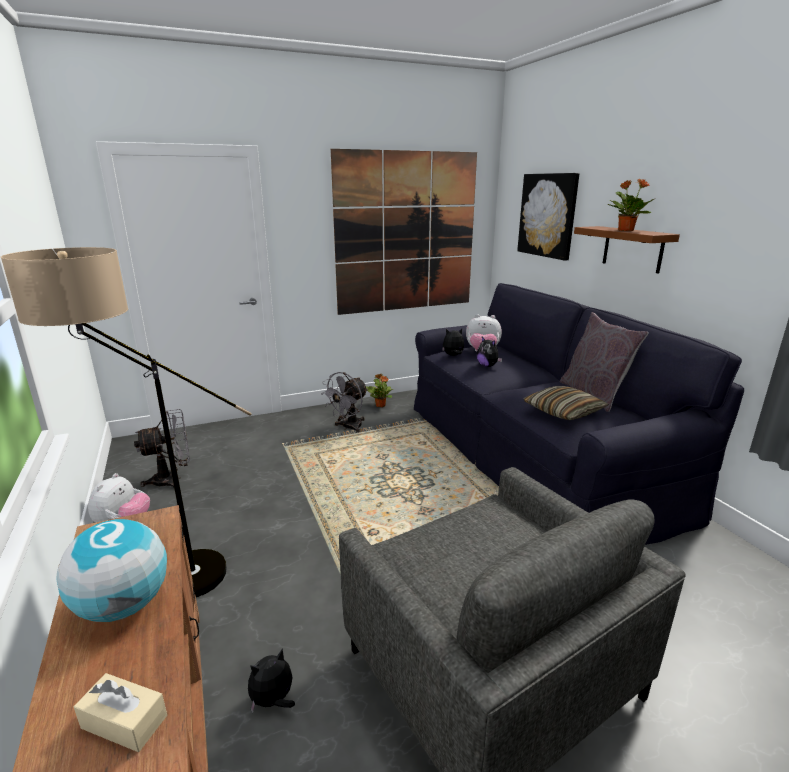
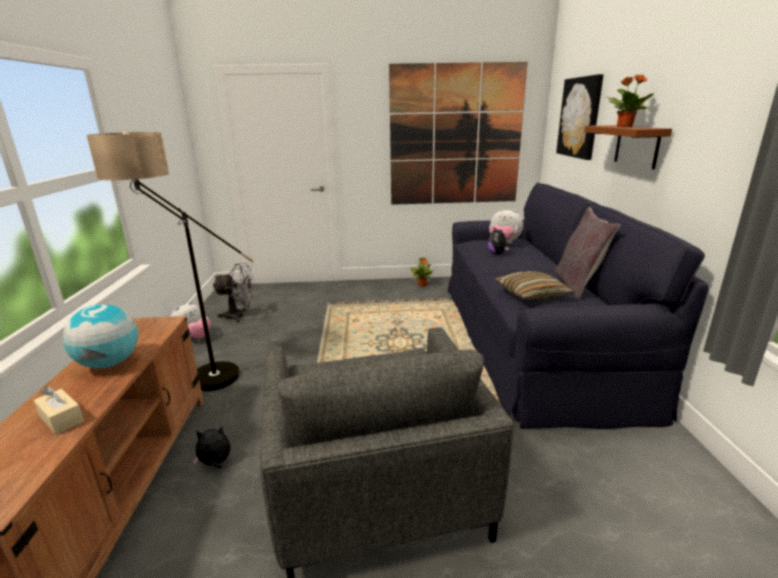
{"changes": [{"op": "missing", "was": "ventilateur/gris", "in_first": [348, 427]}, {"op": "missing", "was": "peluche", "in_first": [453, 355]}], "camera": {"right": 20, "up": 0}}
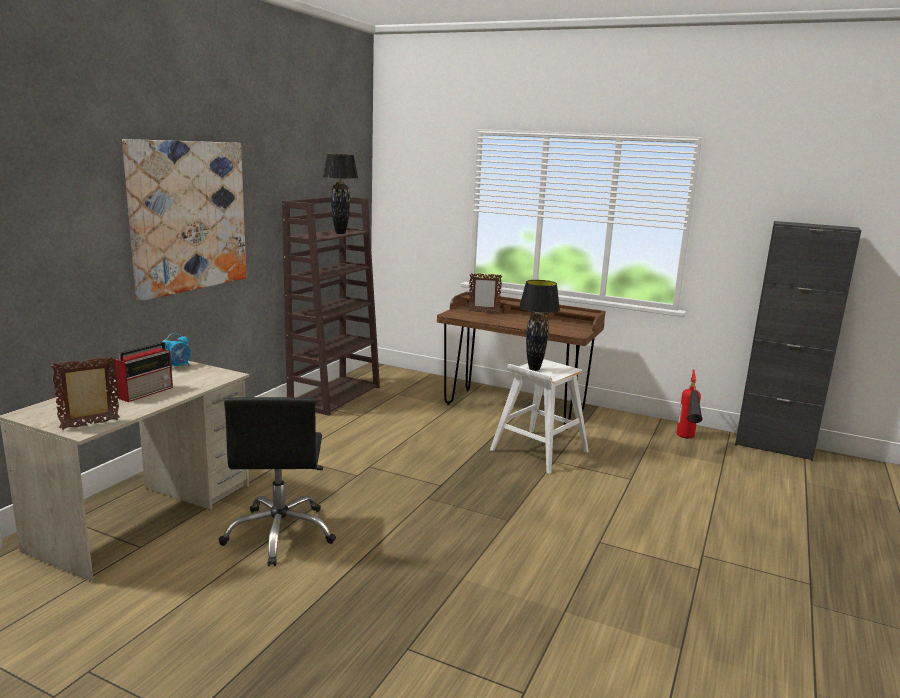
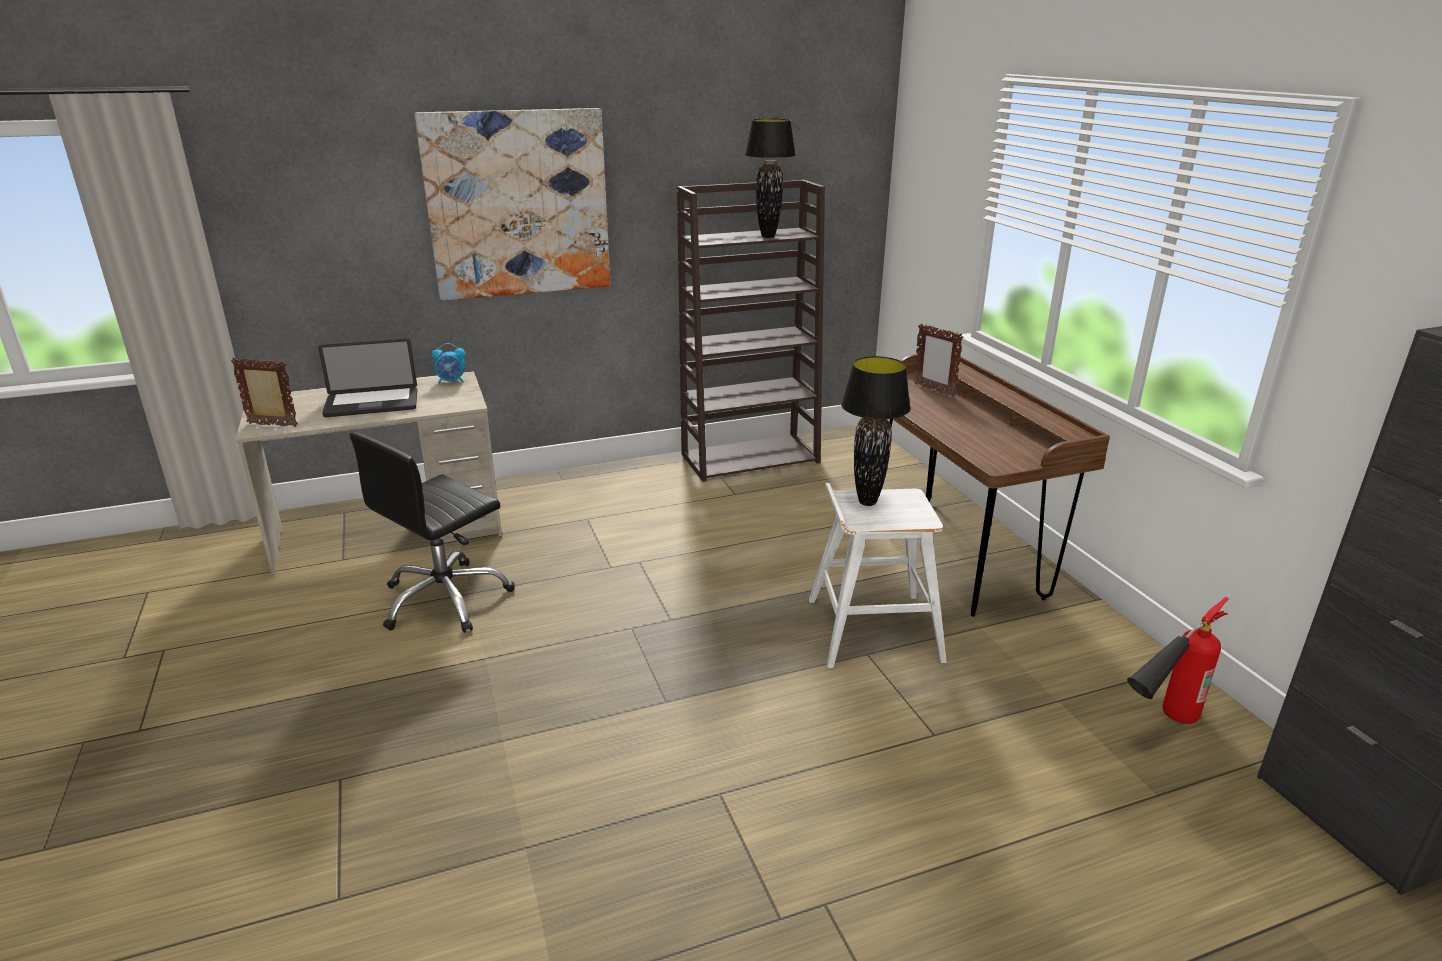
{"changes": [{"op": "exchanged", "was": "radio", "now": "ordinateur portable", "in_first": [147, 392], "in_second": [372, 404]}], "camera": {"right": 45, "up": 10}}
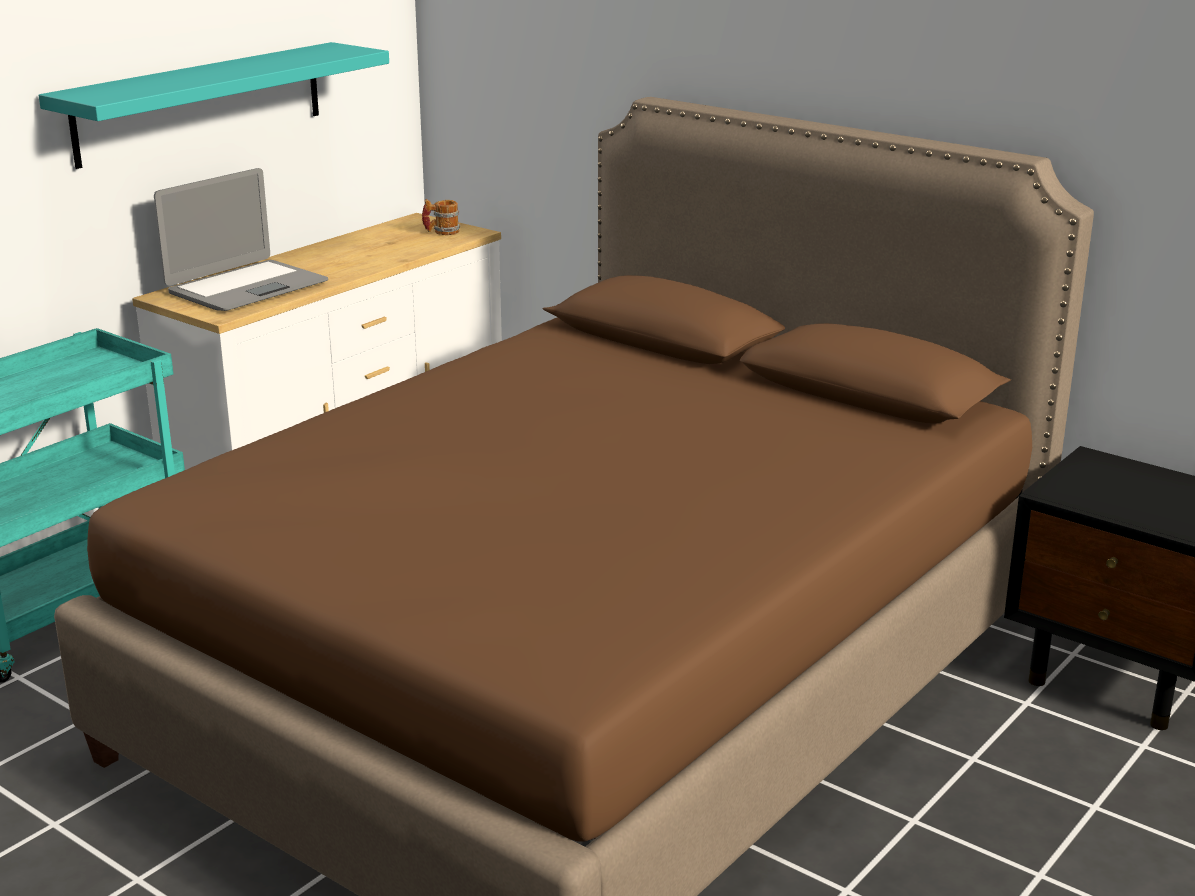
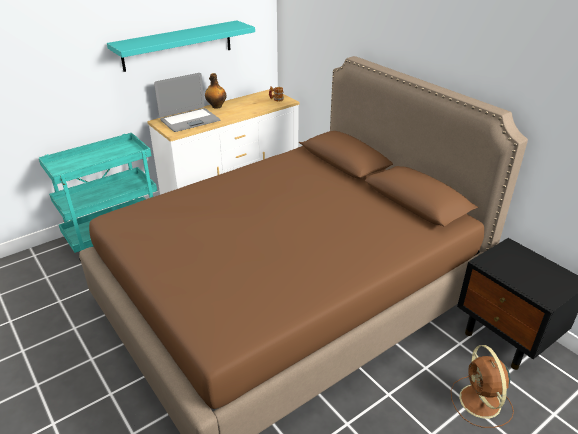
{"changes": [{"op": "appeared", "now": "bouteille", "in_second": [216, 106]}, {"op": "appeared", "now": "ventilateur/marron", "in_second": [481, 403]}], "camera": {"right": 15, "up": 10}}
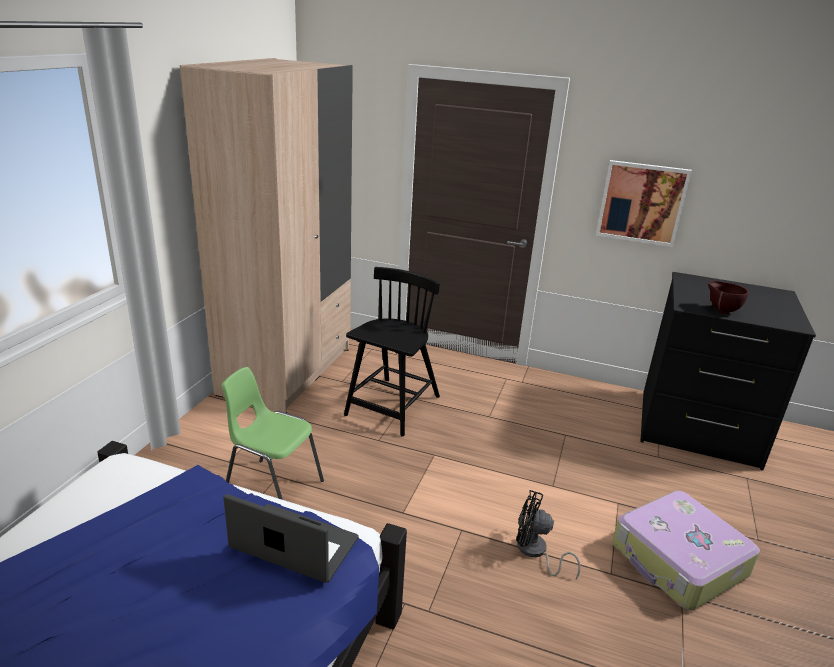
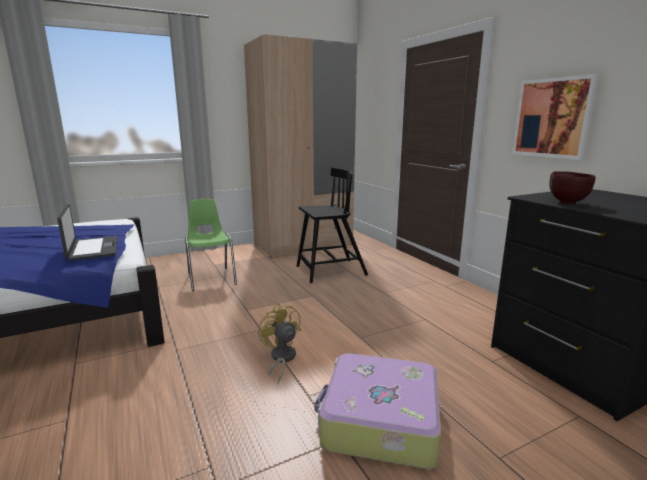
{"changes": [{"op": "colour", "was": "ventilateur/noir", "now": "ventilateur/jaune", "in_first": [535, 552], "in_second": [281, 359]}], "camera": {"right": 45, "up": -10}}
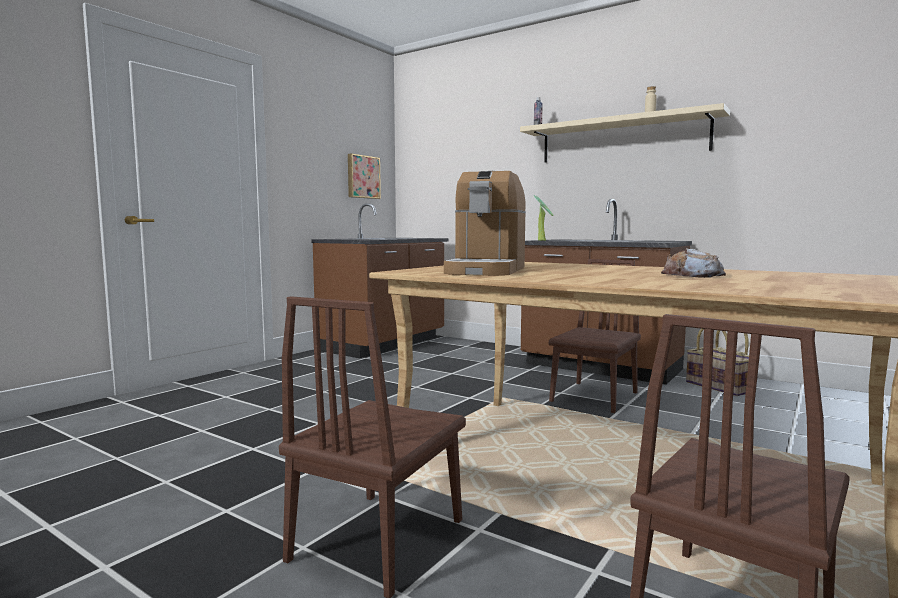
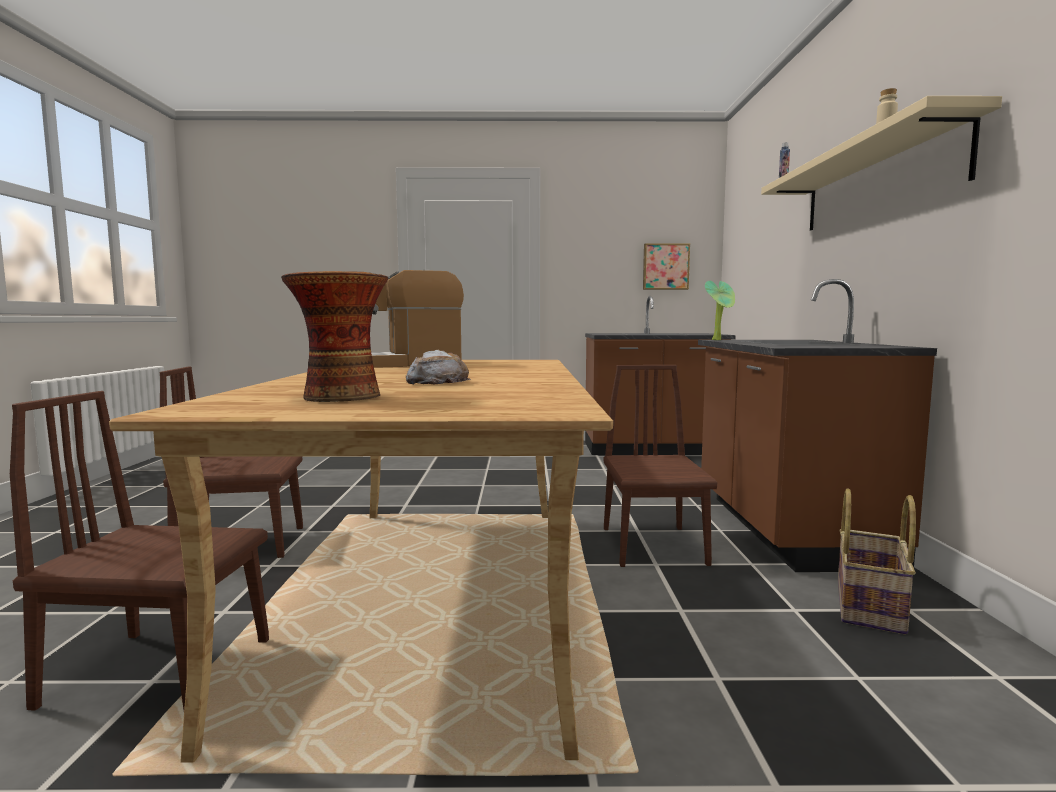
{"changes": [{"op": "appeared", "now": "vase", "in_second": [340, 397]}, {"op": "spun", "was": "chaise/marron", "in_first": [594, 396], "in_second": [653, 546], "clockwise": -90}], "camera": {"right": 55, "up": 0}}
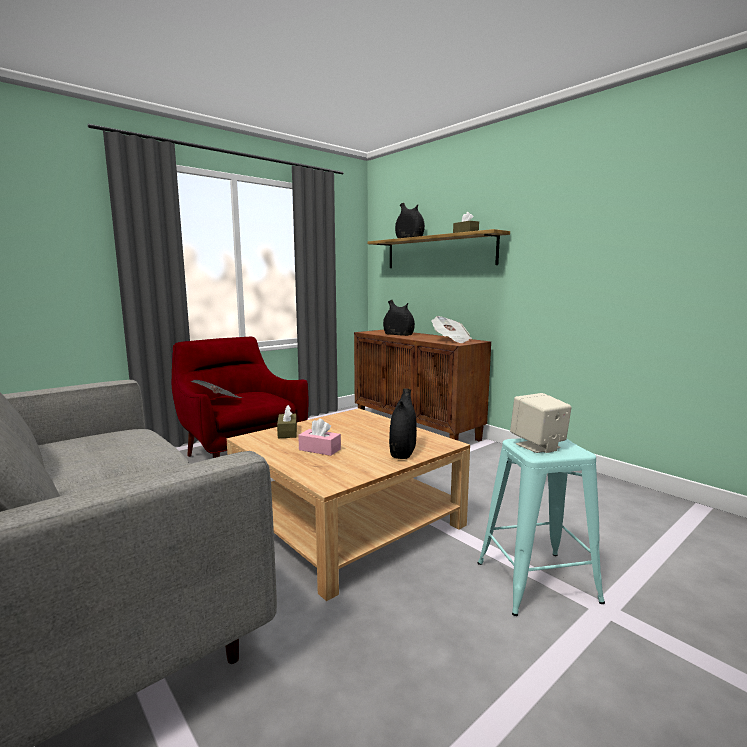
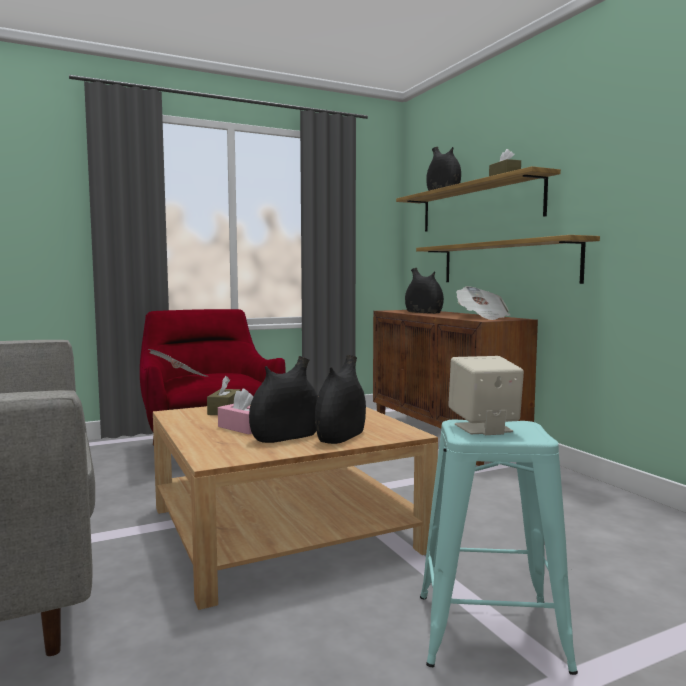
{"changes": [{"op": "appeared", "now": "vase/noir", "in_second": [285, 437]}, {"op": "appeared", "now": "étagère", "in_second": [505, 263]}], "camera": {"right": 15, "up": -5}}
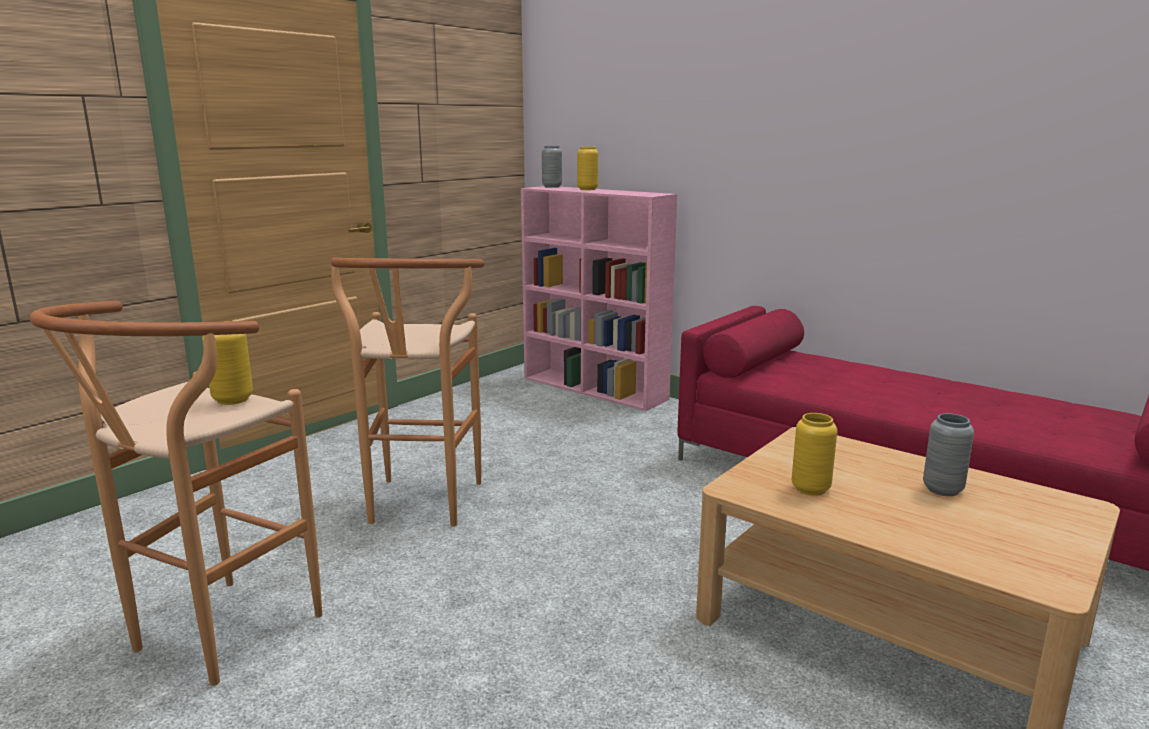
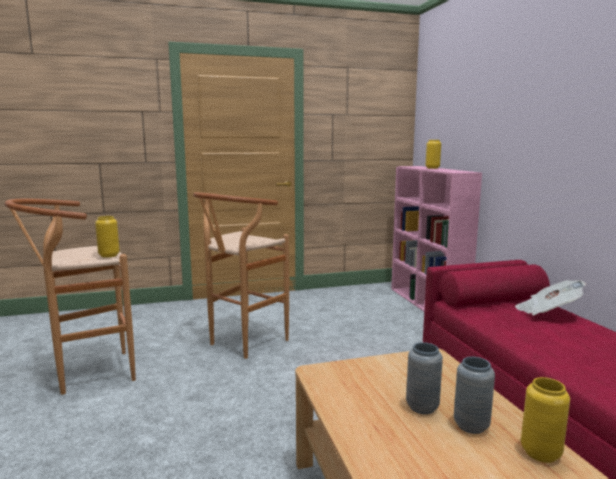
{"changes": [{"op": "appeared", "now": "journal", "in_second": [547, 312]}, {"op": "relocated", "was": "vase/gris", "in_first": [552, 187], "in_second": [422, 407]}, {"op": "relocated", "was": "vase/jaune", "in_first": [810, 489], "in_second": [540, 453]}], "camera": {"right": 35, "up": -5}}
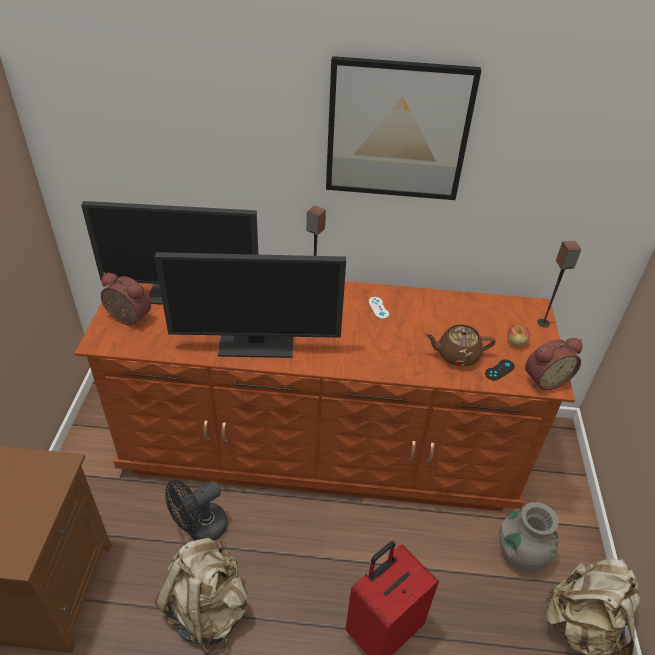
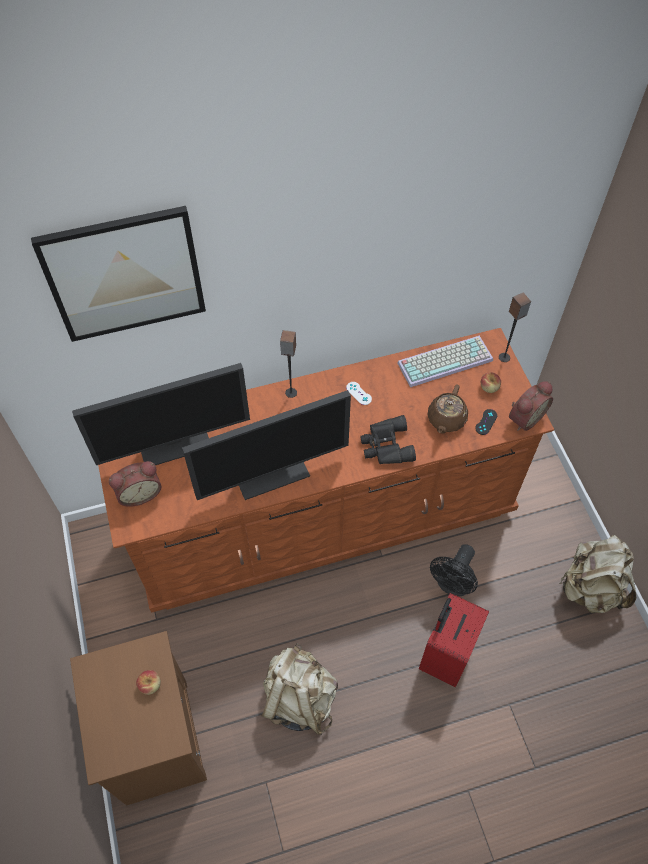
{"changes": [{"op": "missing", "was": "vase/gris", "in_first": [521, 553]}, {"op": "appeared", "now": "pomme", "in_second": [150, 685]}, {"op": "appeared", "now": "jumelles/noir", "in_second": [385, 446]}, {"op": "appeared", "now": "clavier", "in_second": [445, 360]}, {"op": "relocated", "was": "ventilateur/noir", "in_first": [200, 529], "in_second": [452, 585]}, {"op": "relocated", "was": "tableau", "in_first": [397, 131], "in_second": [124, 274]}, {"op": "spun", "was": "réveil", "in_first": [128, 319], "in_second": [139, 492], "clockwise": 150}, {"op": "spun", "was": "théière/marron", "in_first": [457, 355], "in_second": [446, 419], "clockwise": -45}], "camera": {"right": -20, "up": 15}}
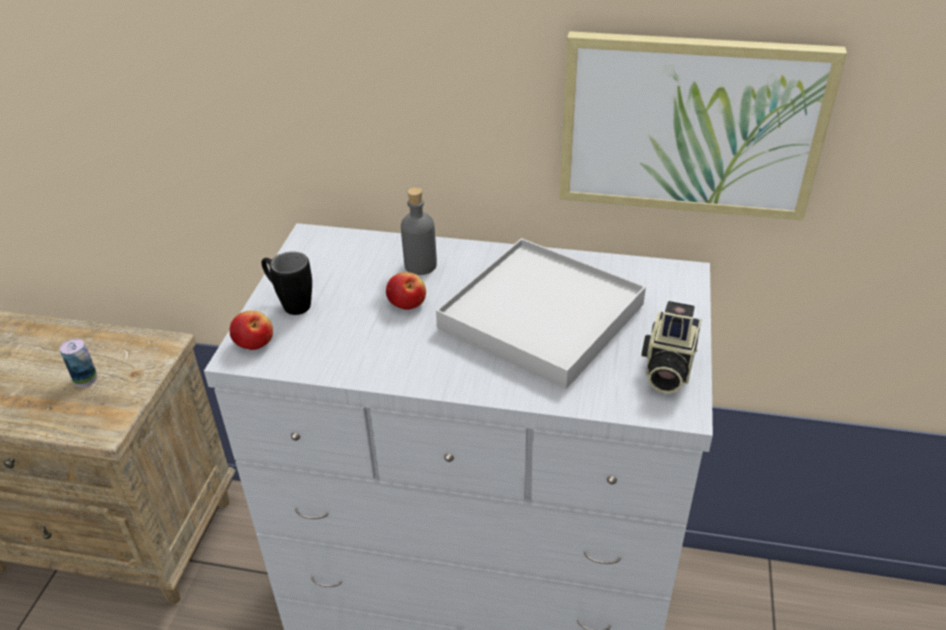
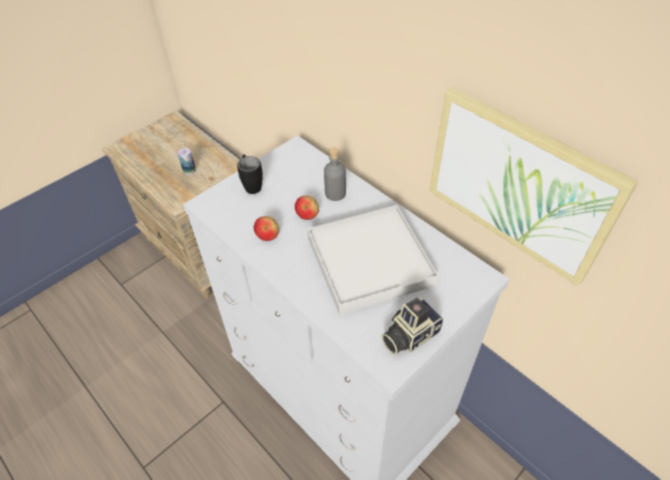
{"changes": [{"op": "relocated", "was": "pomme", "in_first": [254, 342], "in_second": [267, 235]}], "camera": {"right": 35, "up": 10}}
